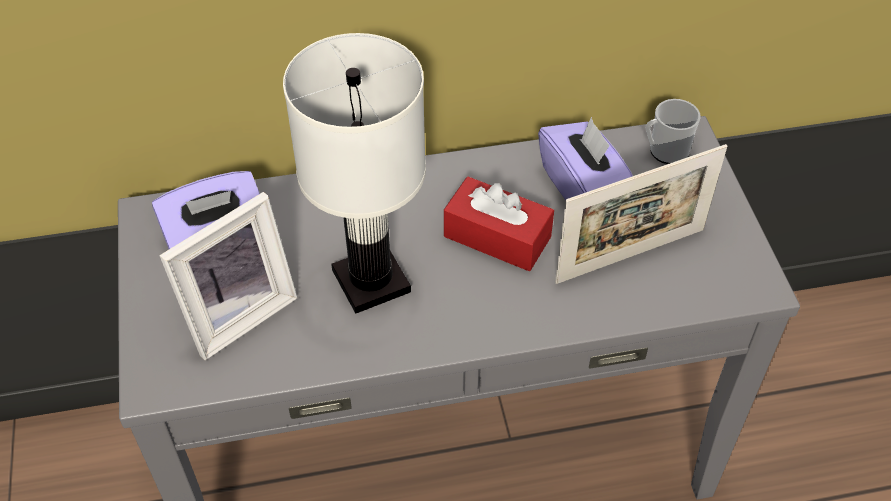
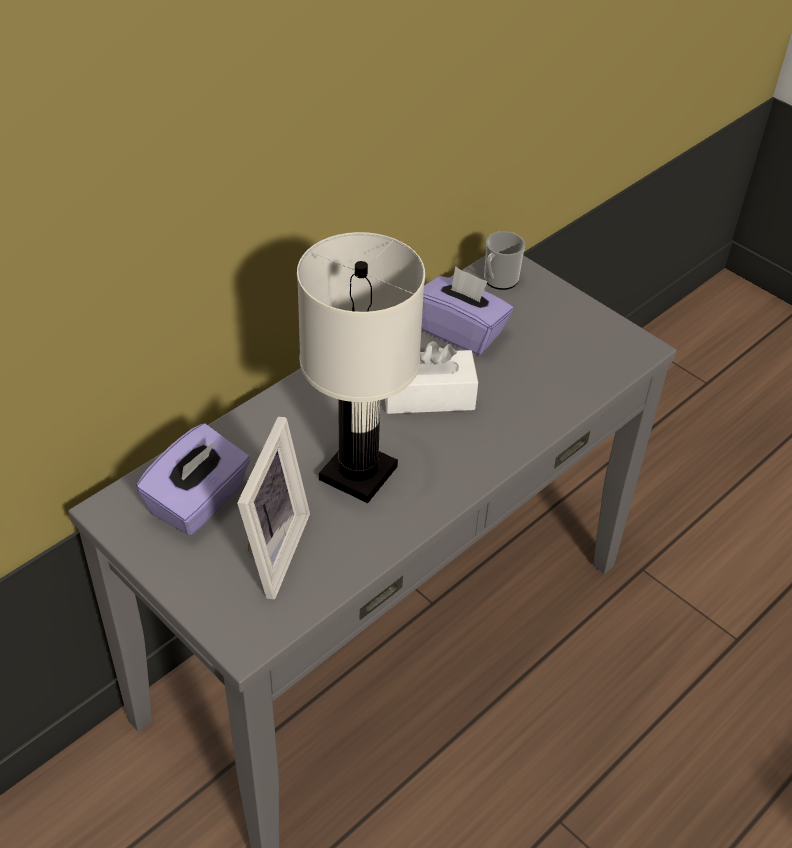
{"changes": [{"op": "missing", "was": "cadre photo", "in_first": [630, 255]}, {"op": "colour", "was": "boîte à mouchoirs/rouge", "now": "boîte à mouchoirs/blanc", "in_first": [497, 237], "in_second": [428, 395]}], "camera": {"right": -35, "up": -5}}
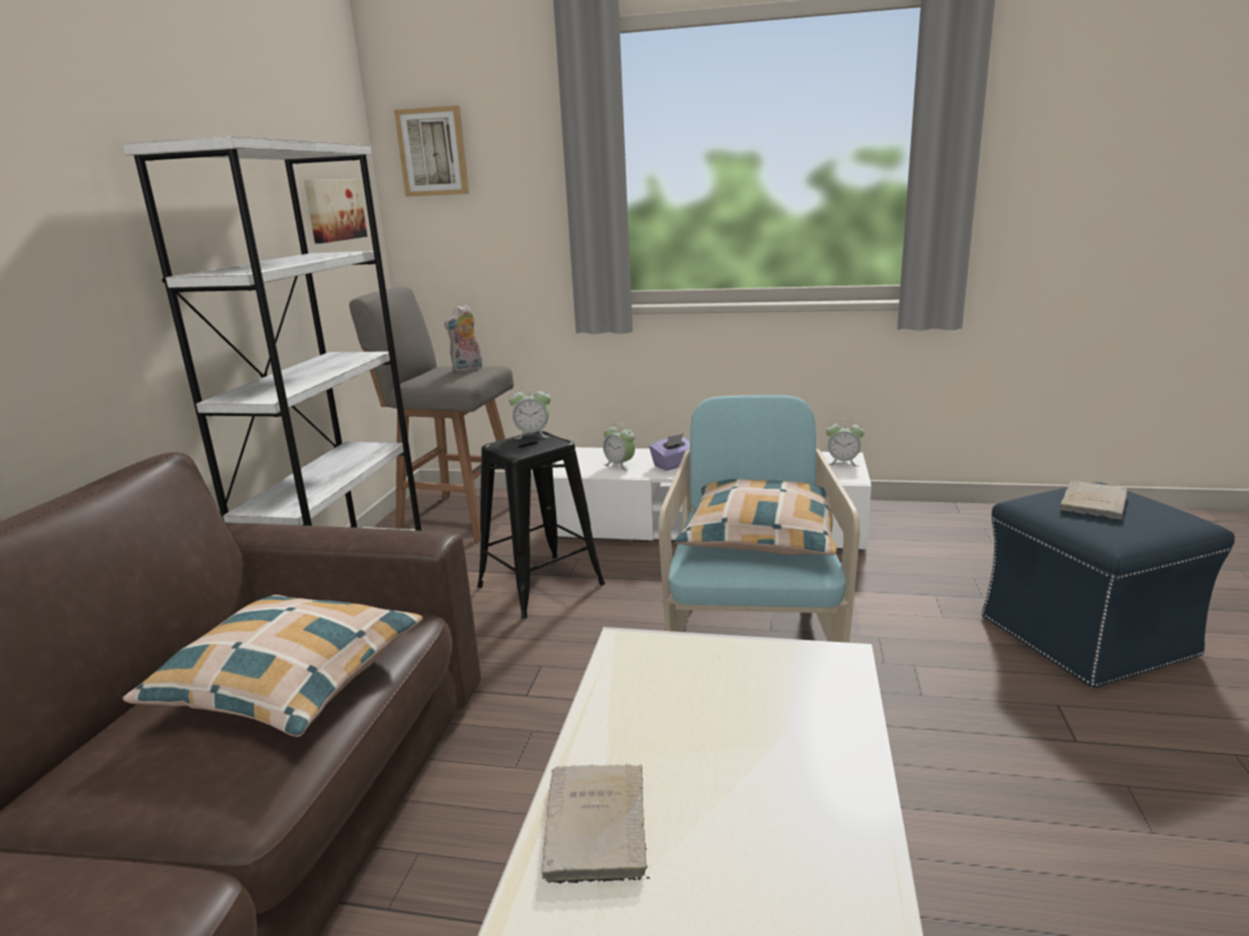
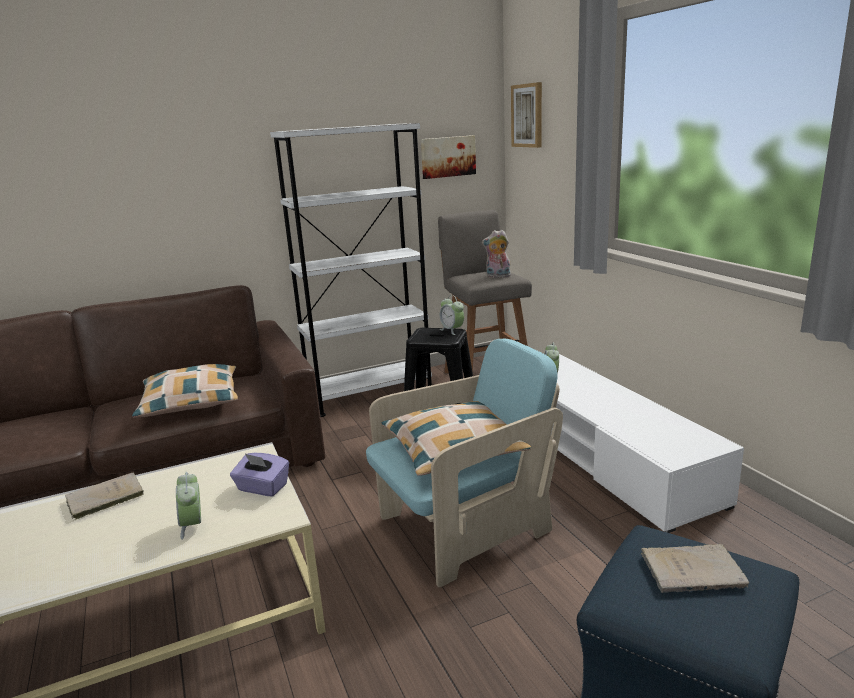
{"changes": [{"op": "relocated", "was": "boîte à mouchoirs/violet", "in_first": [674, 465], "in_second": [262, 488]}, {"op": "relocated", "was": "réveil", "in_first": [843, 462], "in_second": [193, 525]}], "camera": {"right": 55, "up": 0}}
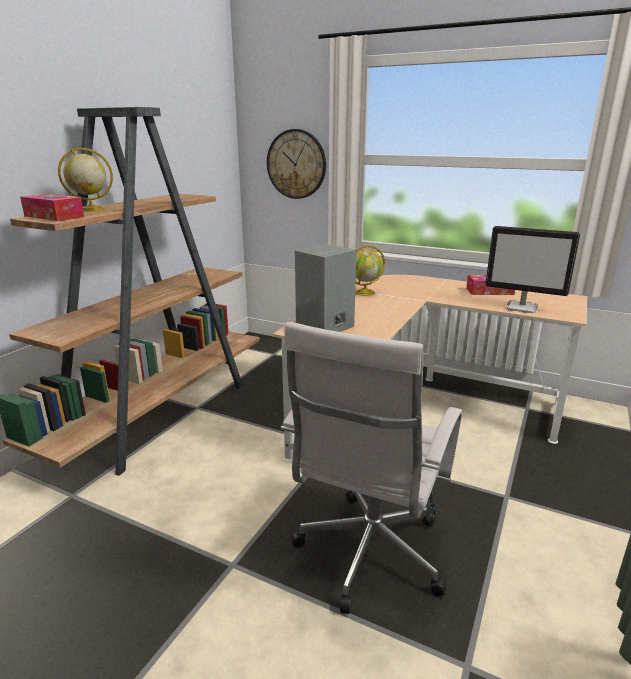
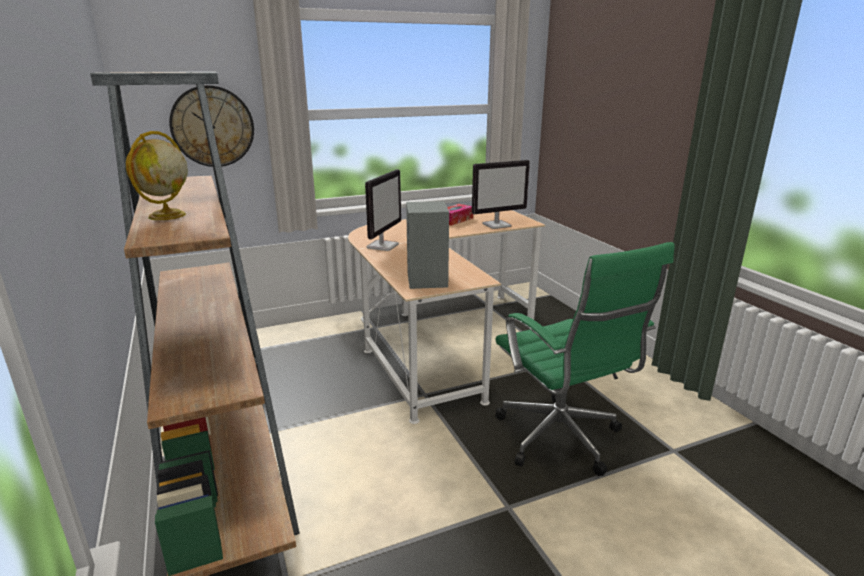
{"changes": [{"op": "missing", "was": "boîte à mouchoirs", "in_first": [54, 216]}, {"op": "exchanged", "was": "globe", "now": "écran d'ordinateur", "in_first": [365, 292], "in_second": [382, 246]}, {"op": "colour", "was": "chaise de bureau/blanc", "now": "chaise de bureau/vert", "in_first": [368, 557], "in_second": [561, 440]}], "camera": {"right": -50, "up": 0}}
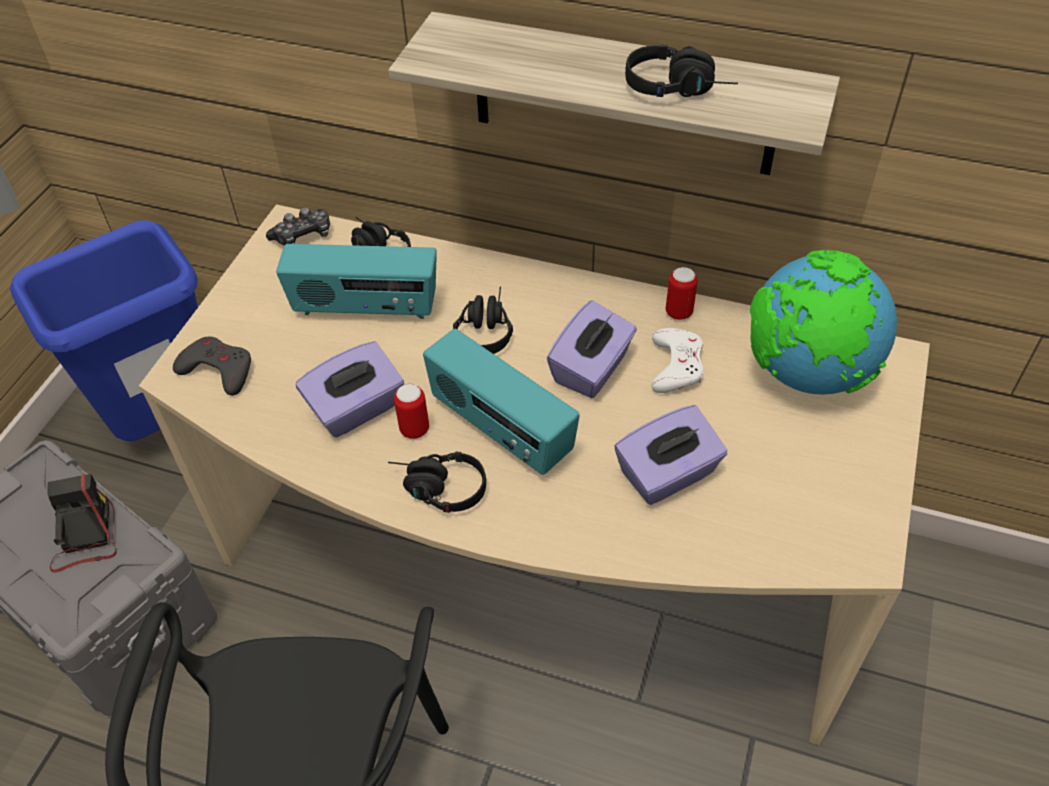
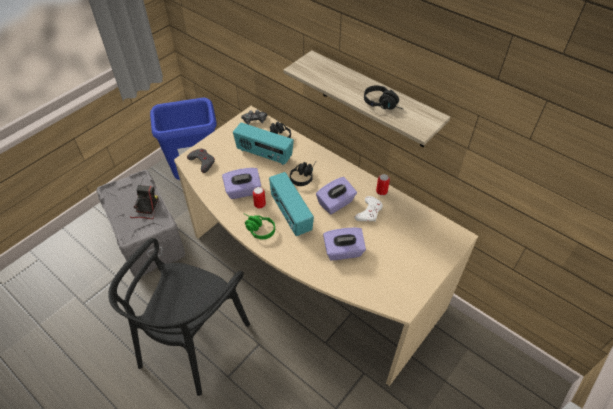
{"changes": [{"op": "missing", "was": "globe", "in_first": [807, 374]}, {"op": "colour", "was": "casque audio/noir", "now": "casque audio/vert", "in_first": [436, 489], "in_second": [257, 229]}], "camera": {"right": 20, "up": 0}}
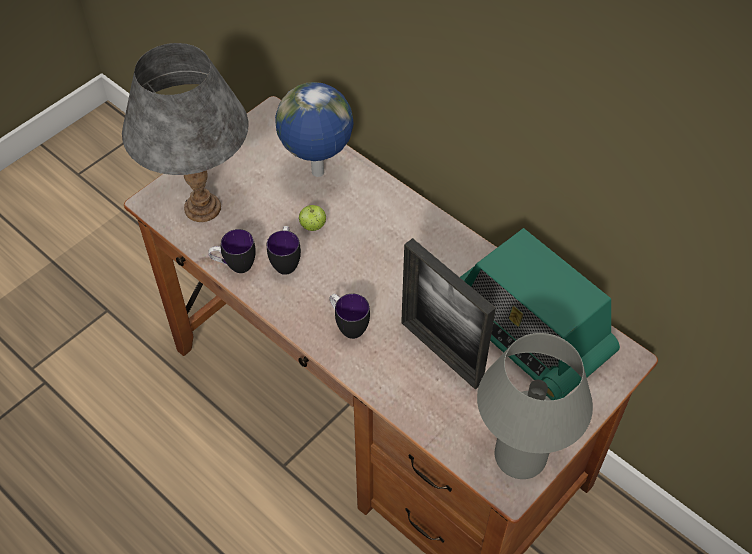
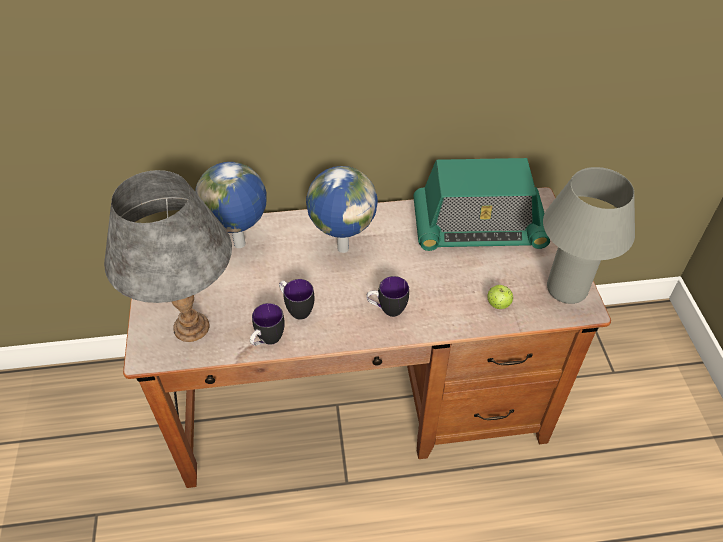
{"changes": [{"op": "missing", "was": "cadre photo", "in_first": [441, 352]}, {"op": "appeared", "now": "globe", "in_second": [342, 248]}, {"op": "relocated", "was": "pomme", "in_first": [313, 226], "in_second": [498, 305]}], "camera": {"right": -50, "up": -5}}
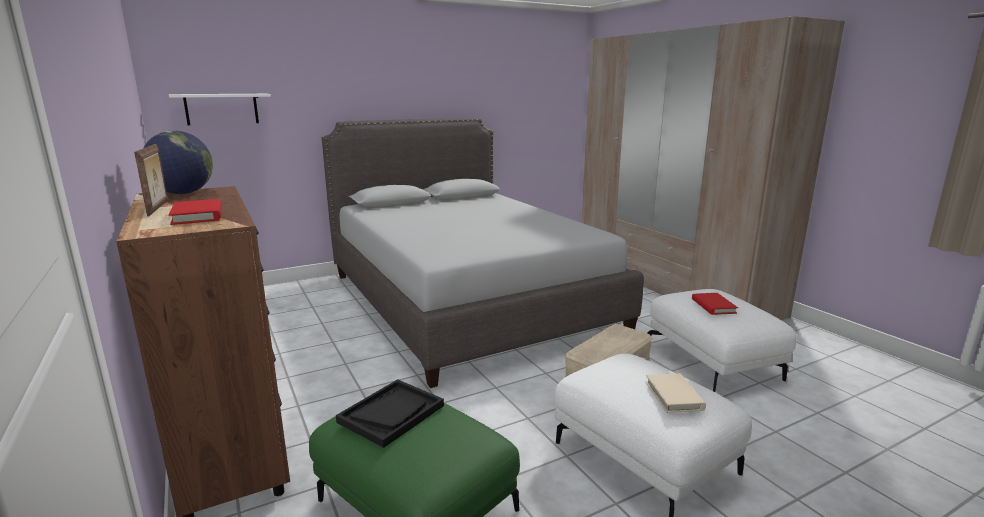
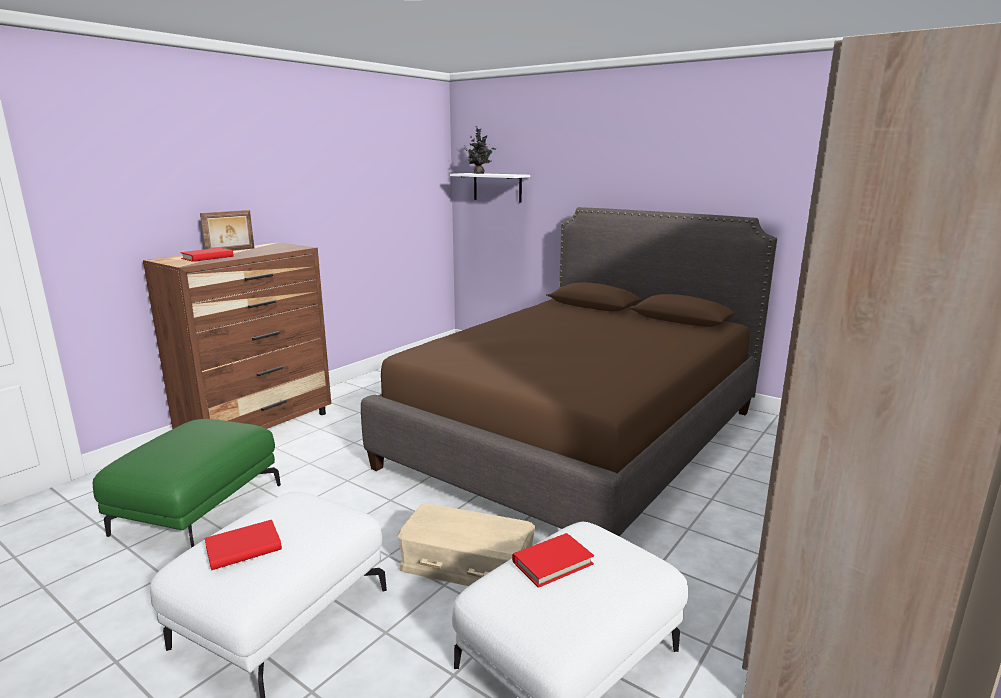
{"changes": [{"op": "missing", "was": "globe", "in_first": [183, 193]}, {"op": "missing", "was": "plateau/noir", "in_first": [391, 414]}, {"op": "appeared", "now": "plante en pot", "in_second": [479, 173]}, {"op": "colour", "was": "lit/gris", "now": "lit/marron", "in_first": [467, 300], "in_second": [578, 438]}, {"op": "colour", "was": "livre/beige", "now": "livre/rouge", "in_first": [674, 396], "in_second": [243, 548]}], "camera": {"right": 65, "up": 0}}
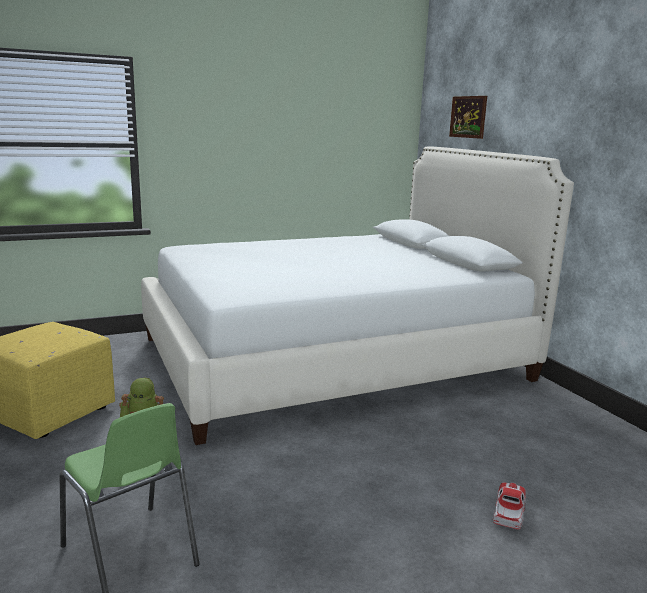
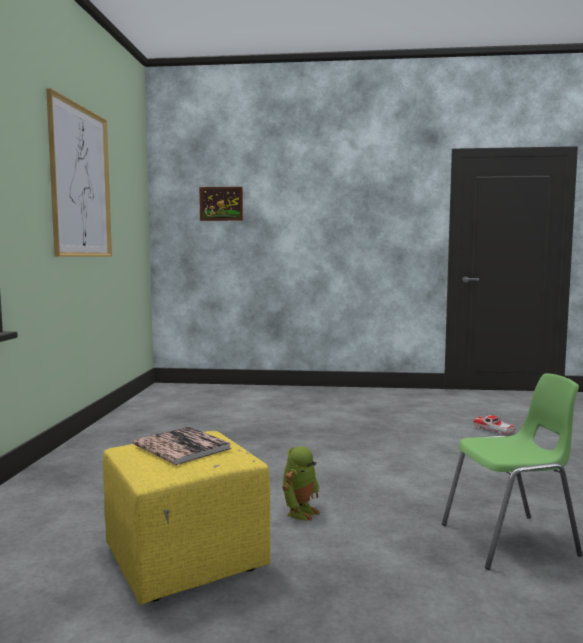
{"changes": [{"op": "missing", "was": "lit/blanc", "in_first": [333, 358]}, {"op": "appeared", "now": "tableau", "in_second": [80, 182]}, {"op": "appeared", "now": "livre", "in_second": [181, 447]}], "camera": {"right": -60, "up": -10}}
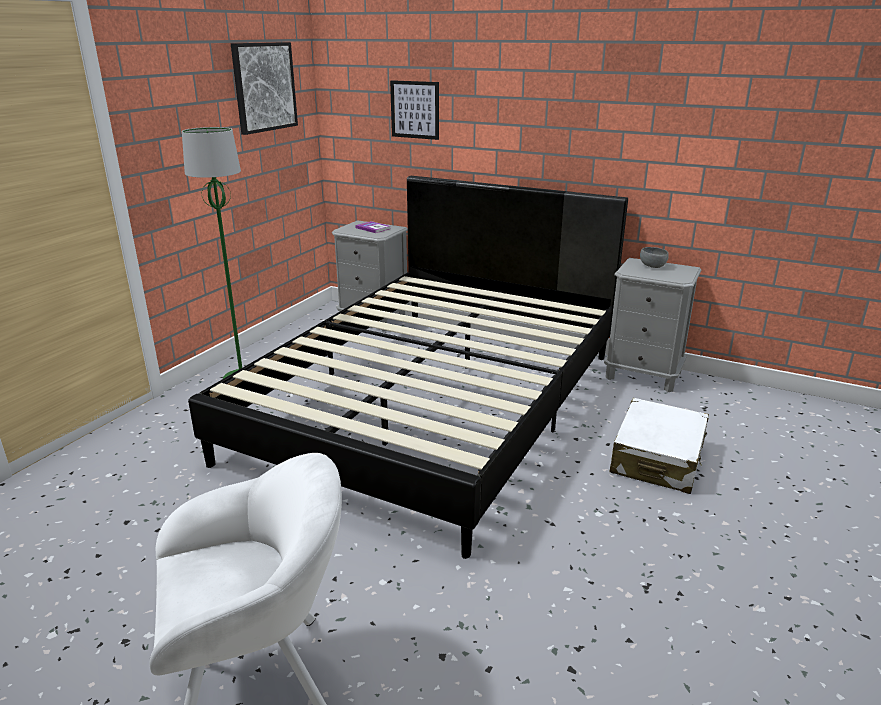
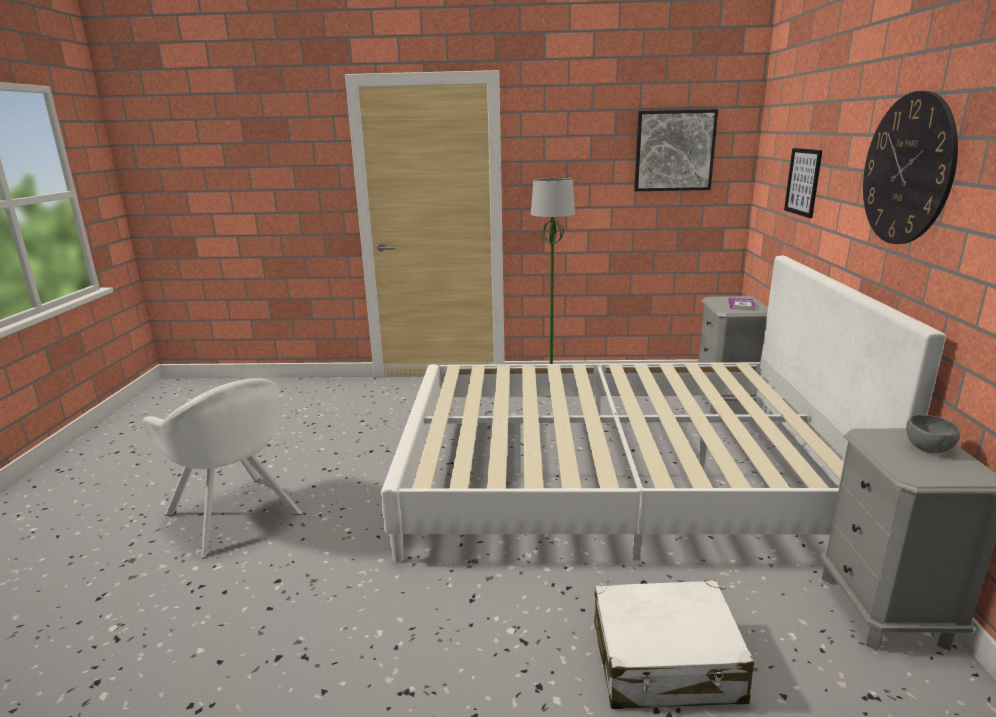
{"changes": [{"op": "appeared", "now": "horloge murale", "in_second": [907, 169]}, {"op": "colour", "was": "lit/noir", "now": "lit/blanc", "in_first": [435, 404], "in_second": [613, 477]}], "camera": {"right": 65, "up": -5}}
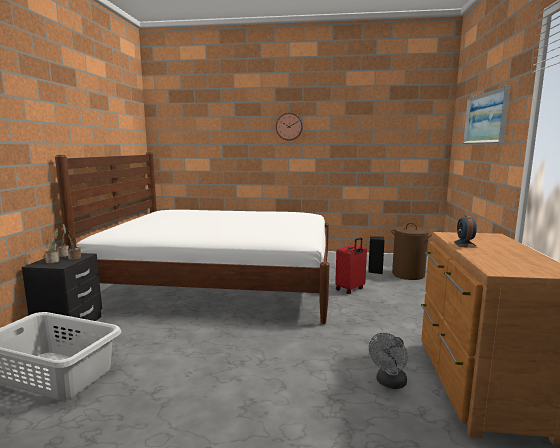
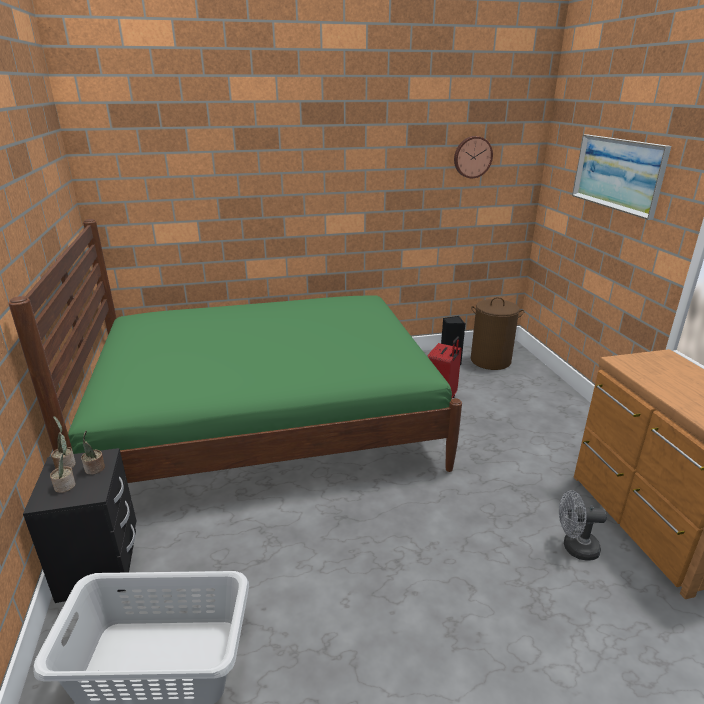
{"changes": [{"op": "missing", "was": "réveil", "in_first": [464, 244]}, {"op": "relocated", "was": "horloge murale", "in_first": [289, 126], "in_second": [472, 157]}, {"op": "colour", "was": "lit/blanc", "now": "lit/vert", "in_first": [221, 284], "in_second": [267, 424]}, {"op": "spun", "was": "ventilateur/gris", "in_first": [389, 383], "in_second": [574, 548], "clockwise": 75}], "camera": {"right": -20, "up": 15}}
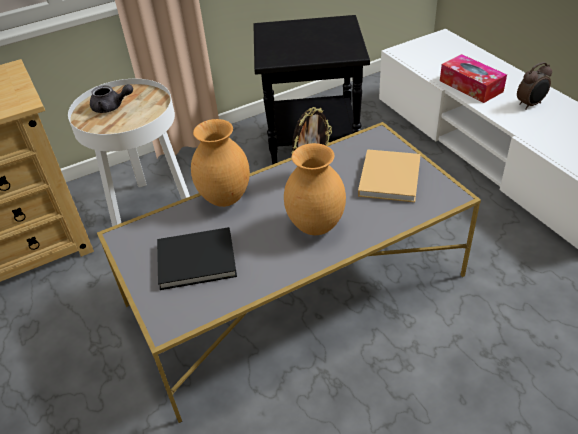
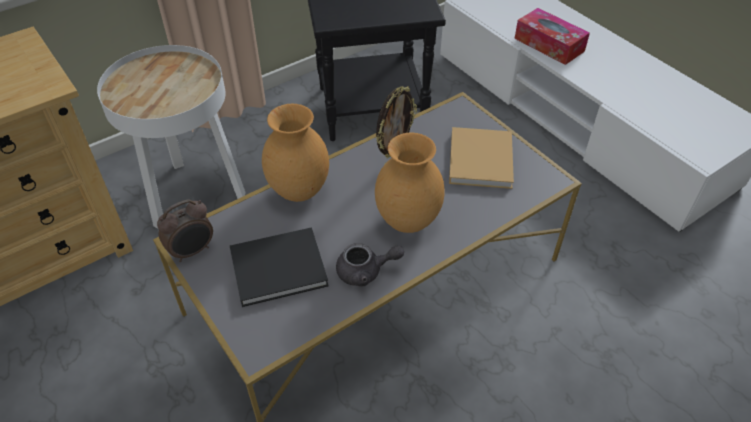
{"changes": [{"op": "relocated", "was": "théière/gris", "in_first": [111, 107], "in_second": [365, 272]}, {"op": "relocated", "was": "réveil", "in_first": [530, 104], "in_second": [192, 251]}], "camera": {"right": -10, "up": 5}}
